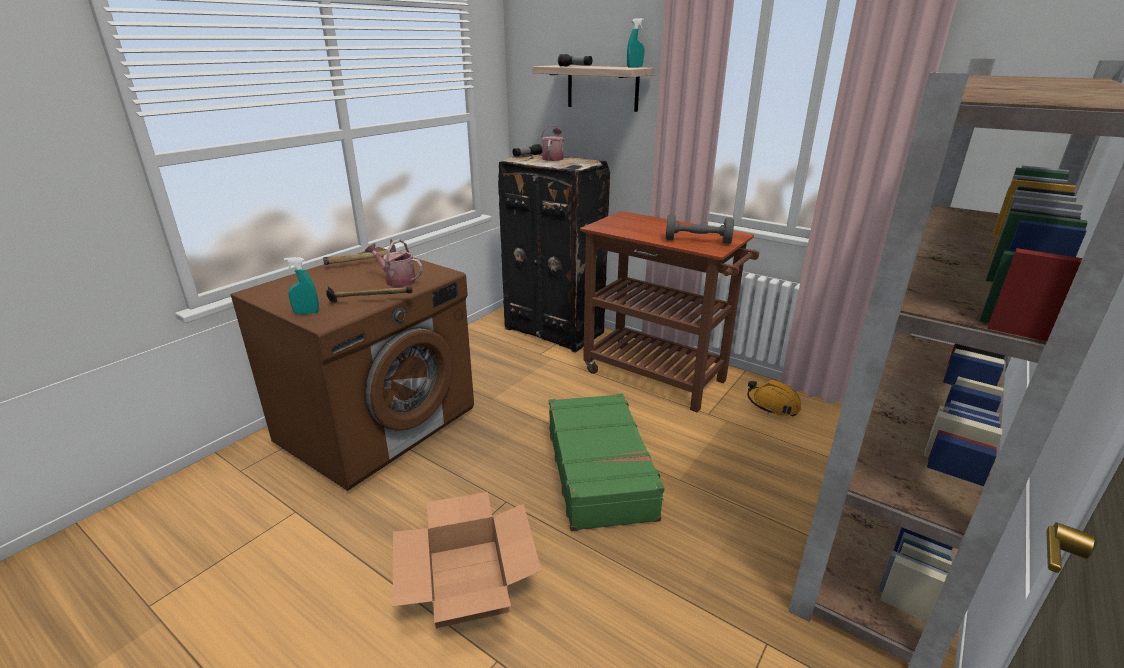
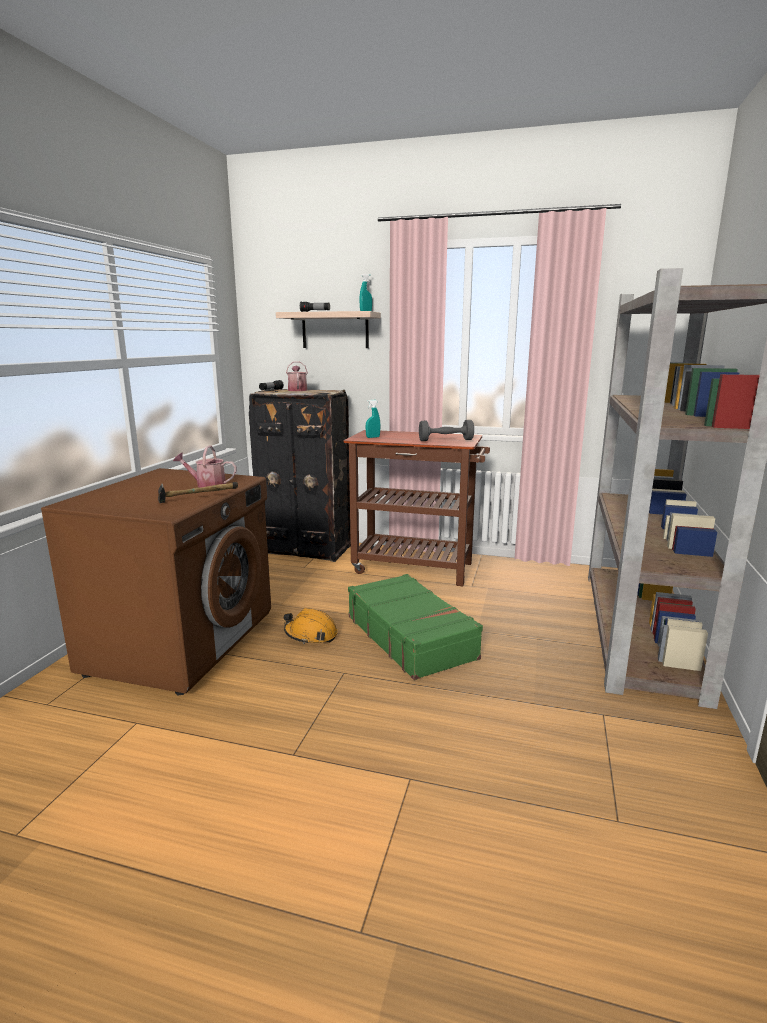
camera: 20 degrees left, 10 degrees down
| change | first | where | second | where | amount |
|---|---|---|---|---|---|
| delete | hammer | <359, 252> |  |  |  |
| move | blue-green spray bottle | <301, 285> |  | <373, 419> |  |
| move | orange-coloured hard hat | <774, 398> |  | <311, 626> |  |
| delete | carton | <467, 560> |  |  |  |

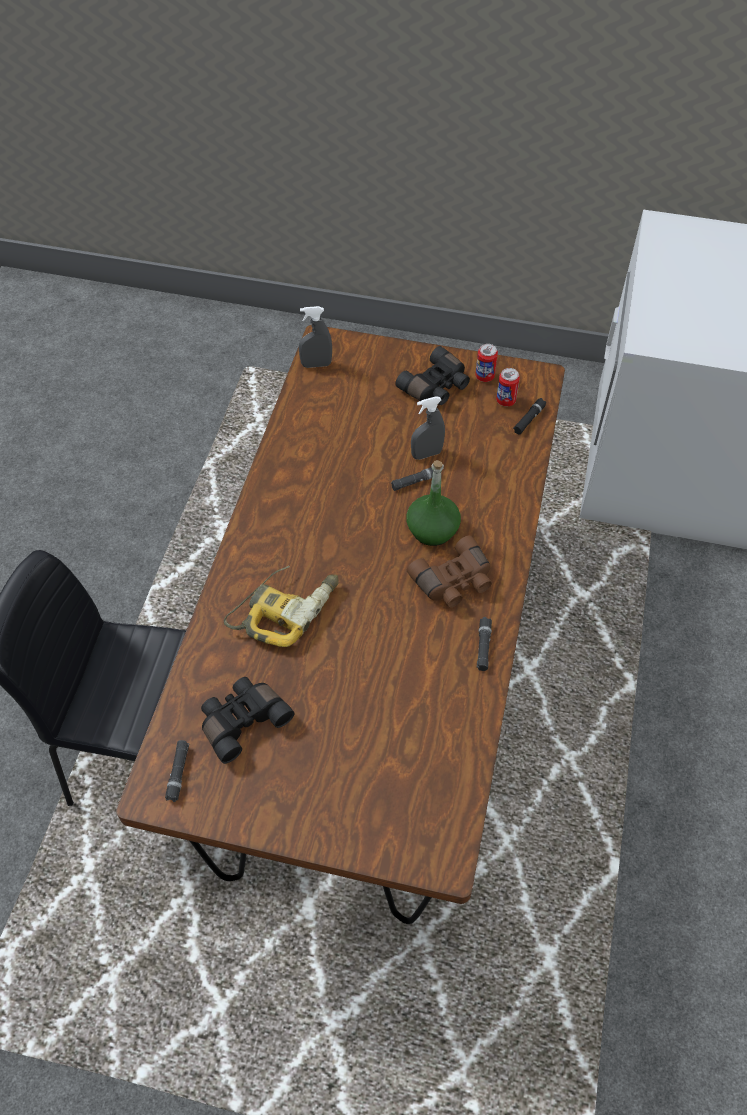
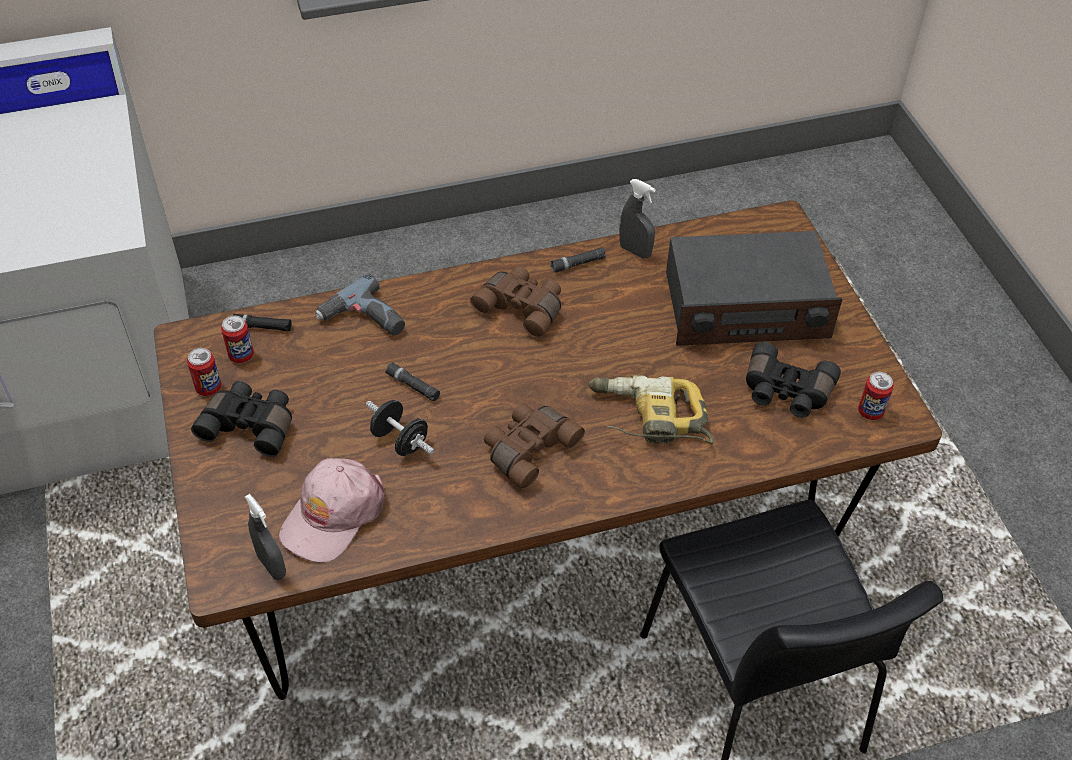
camera: 120 degrees left, 5 degrees down
| change | first | where | second | where | amount |
|---|---|---|---|---|---|
| move | gray spray bottle | <428, 428> |  | <637, 219> |  |
| delete | greenish beverage bottle | <433, 503> |  |  |  |
| replace | black-coloured torch | <177, 771> | metal can | <876, 396> |  |
| insert |  |  | radio set | <754, 288> |  |
| insert |  |  | power drill | <360, 304> |  |
| insert |  |  | black-coloured free weight | <400, 428> |  |
| insert |  |  | brownish pair of binoculars | <534, 446> |  |
| insert |  |  | pink baseball cap | <332, 510> |  |

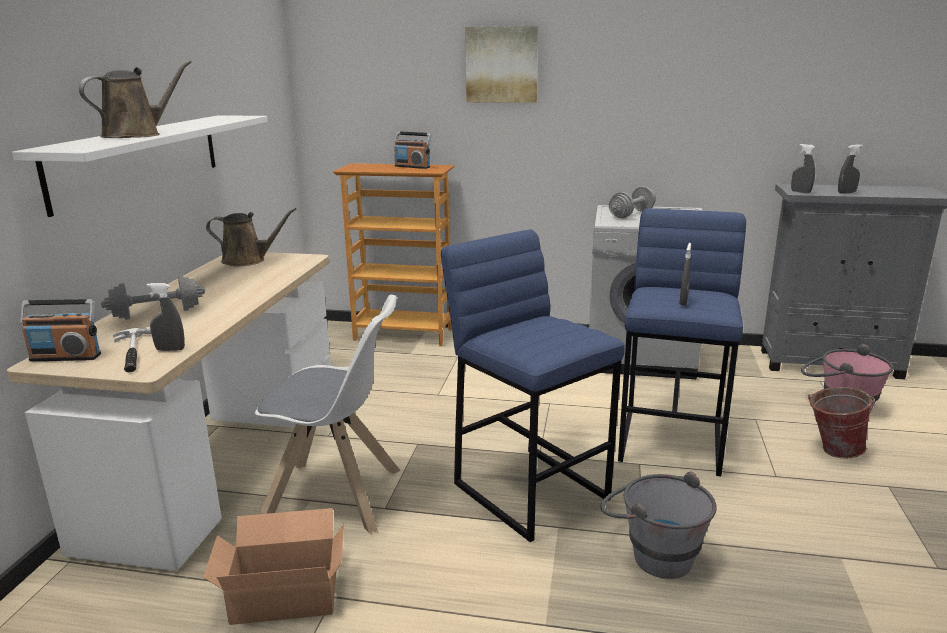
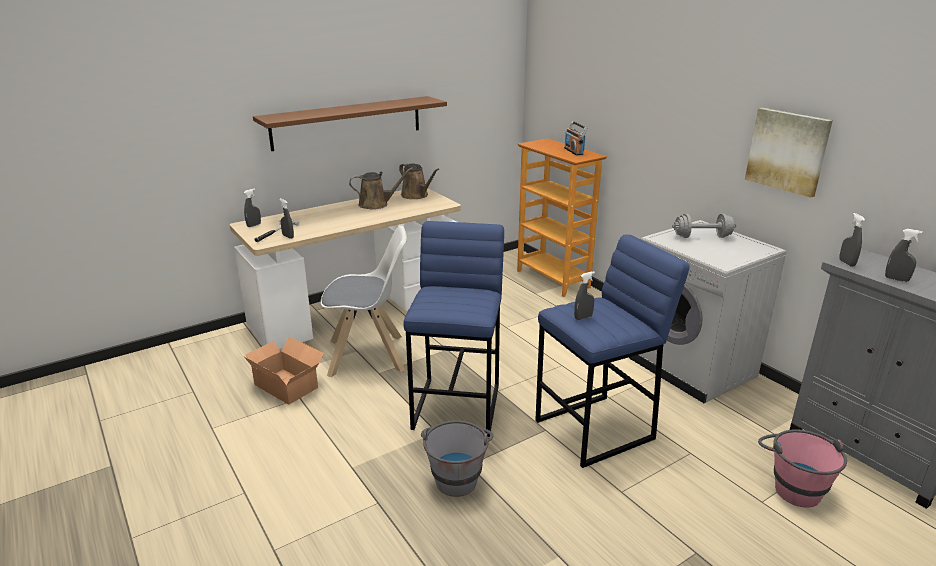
camera: 45 degrees right, 5 degrees up
| change | first | where | second | where | amount |
|---|---|---|---|---|---|
| move | picture | <501, 64> |  | <789, 153> |  |
| move | brownish watering can | <135, 99> |  | <381, 188> |  |
| recolor | white-coloured shelf | <140, 166> | brownish shelf | <350, 123> |  |
| delete | gray free weight | <153, 298> |  |  |  |
| rotate | chair | <328, 414> |  | <364, 301> | 60 degrees counterclockwise |
| replace | radio set | <60, 330> | gray spray bottle | <252, 208> |  |
| delete | water bucket | <841, 423> |  |  |  |

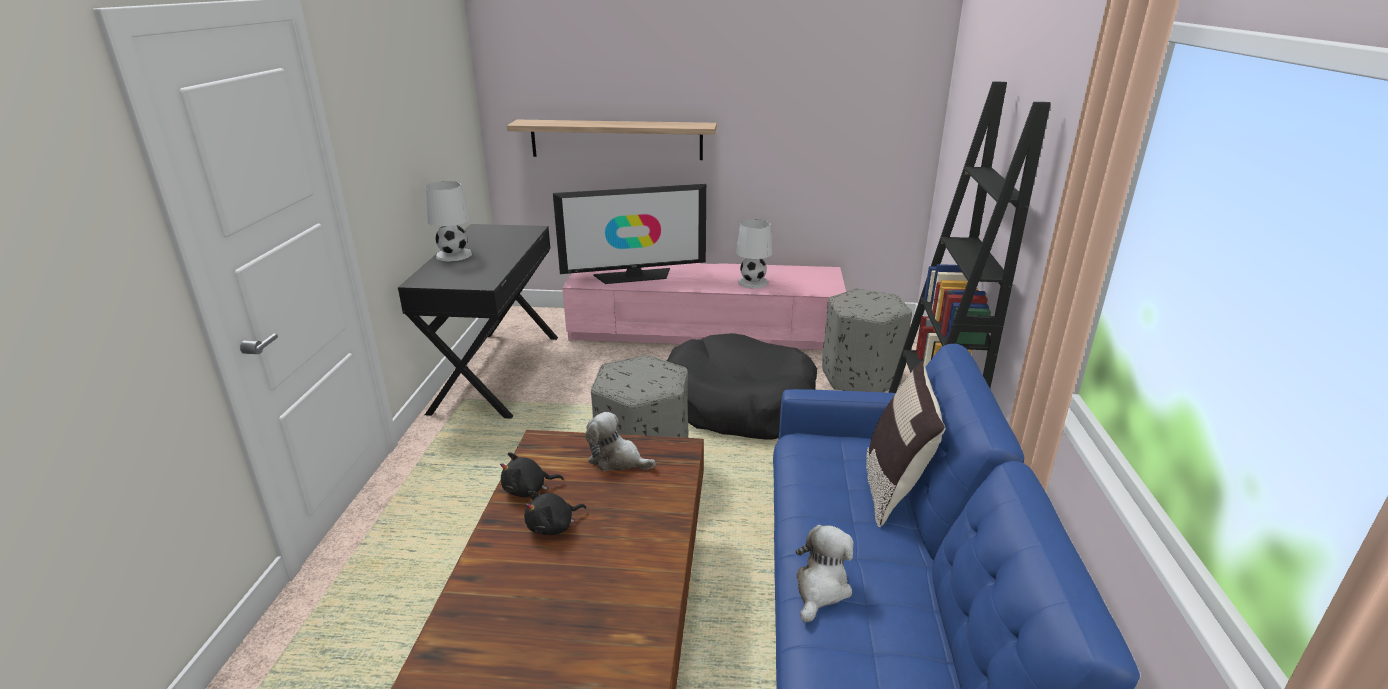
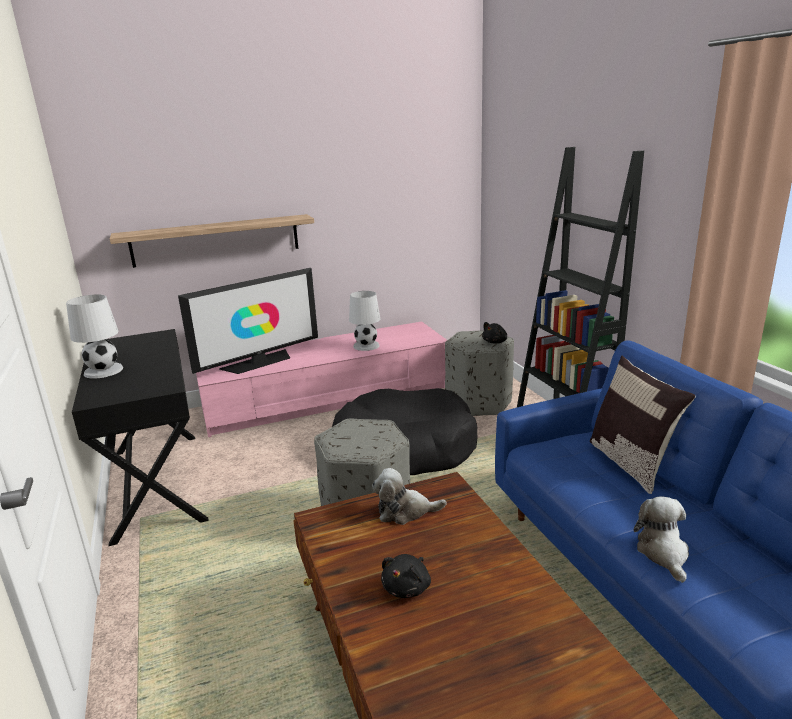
camera: 25 degrees left, 5 degrees down
| change | first | where | second | where | amount |
|---|---|---|---|---|---|
| move | black-coloured soft toy | <532, 474> |  | <494, 333> |  |

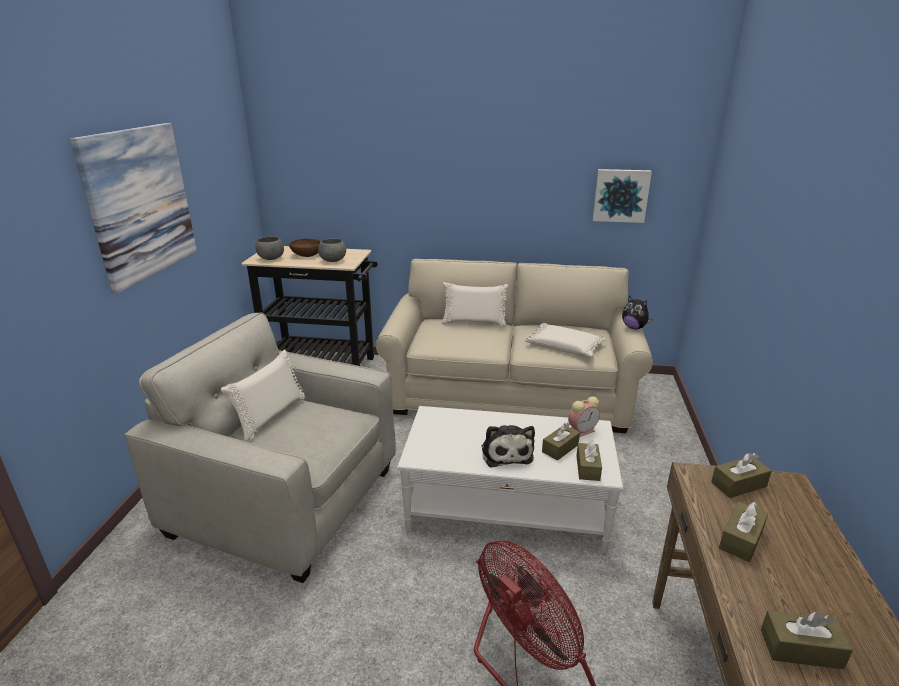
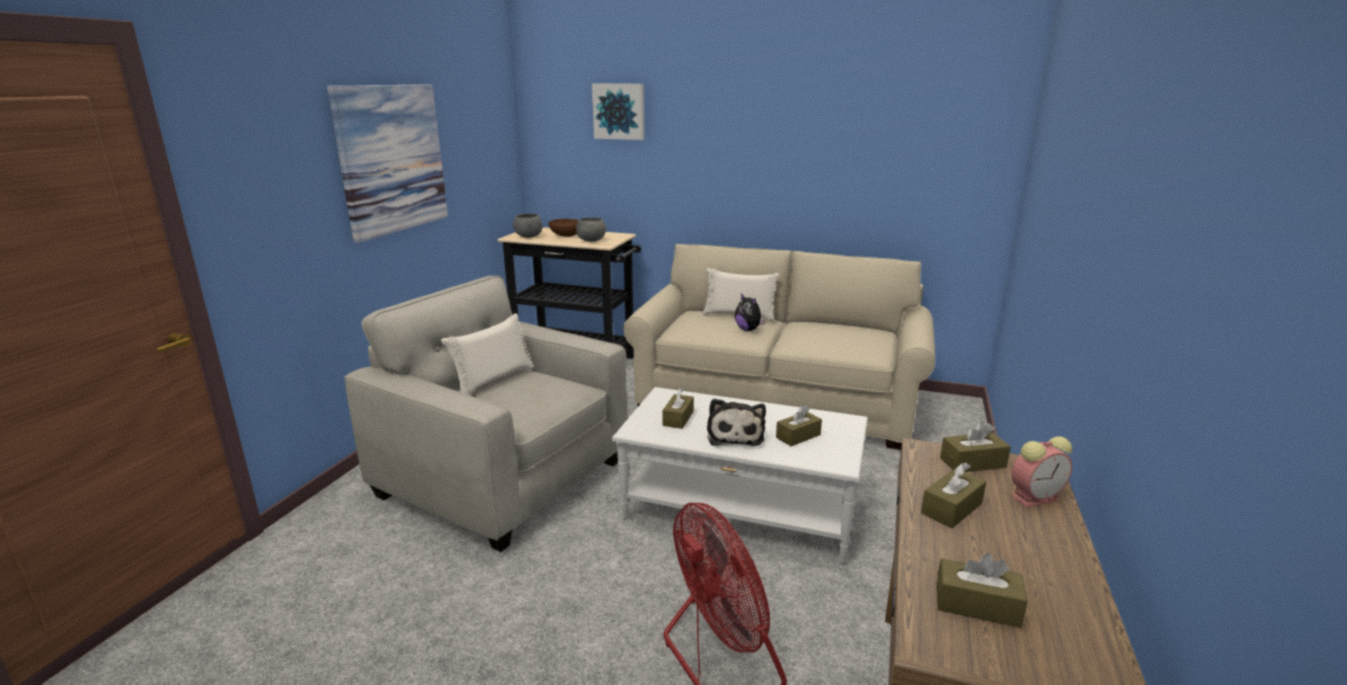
camera: 10 degrees right, 5 degrees down
| change | first | where | second | where | amount |
|---|---|---|---|---|---|
| move | picture | <622, 196> |  | <618, 112> |  |
| move | soft toy | <637, 313> |  | <750, 312> |  |
| delete | white-coloured cushion | <565, 340> |  |  |  |
| move | alarm clock | <584, 416> |  | <1041, 472> |  |
| move | brownish box of tissues | <589, 460> |  | <678, 408> |  |

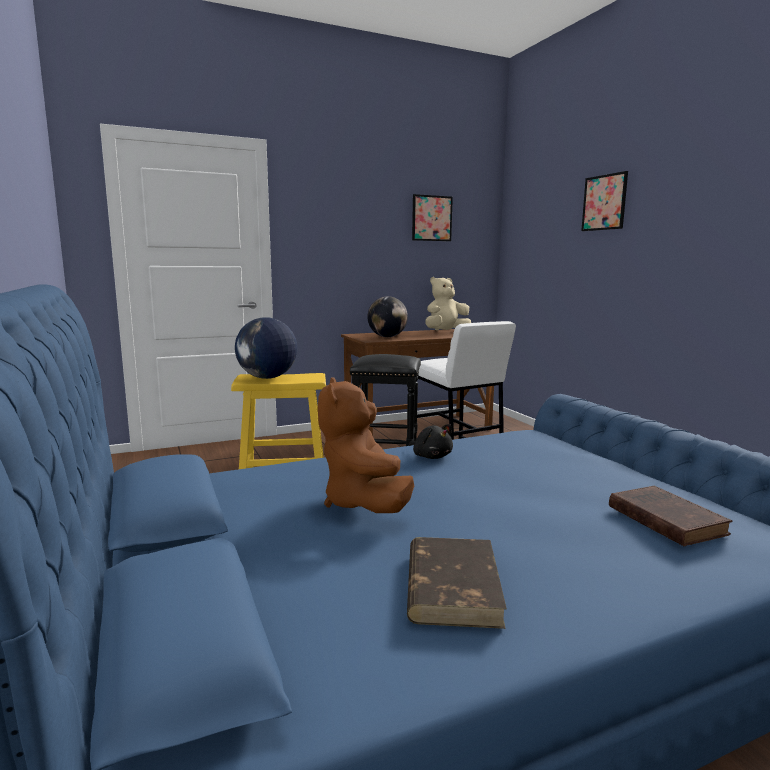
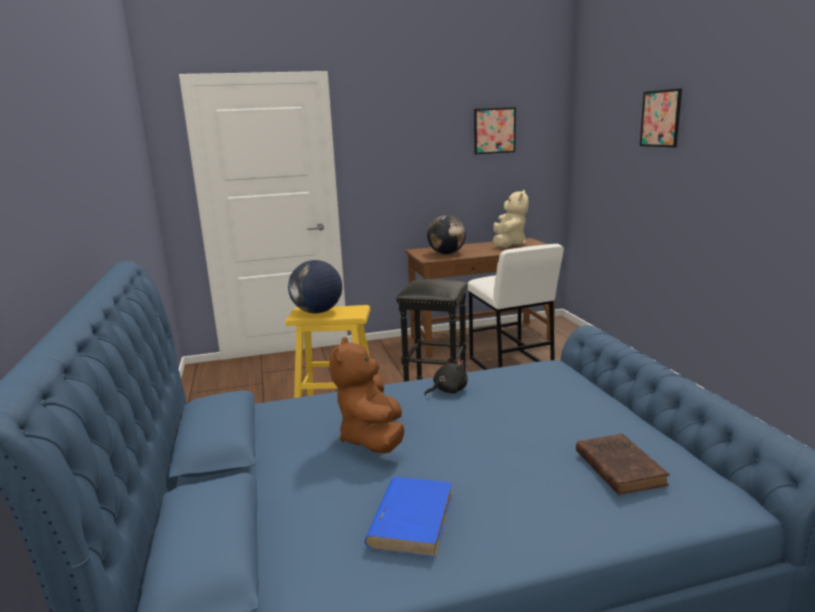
camera: 10 degrees right, 5 degrees up
| change | first | where | second | where | amount |
|---|---|---|---|---|---|
| rotate | sand-coloured soft toy | <448, 303> |  | <510, 219> | 120 degrees clockwise |
| rotate | black-coloured soft toy | <431, 441> |  | <446, 376> | 90 degrees counterclockwise |
| recolor | brownish book | <457, 583> | blue-coloured book | <408, 517> |  |

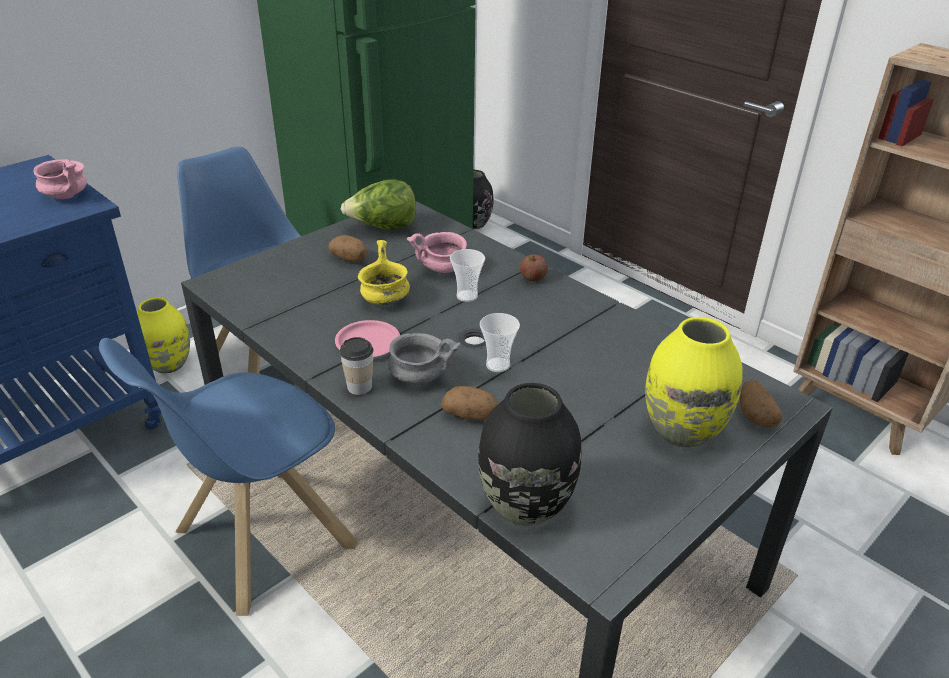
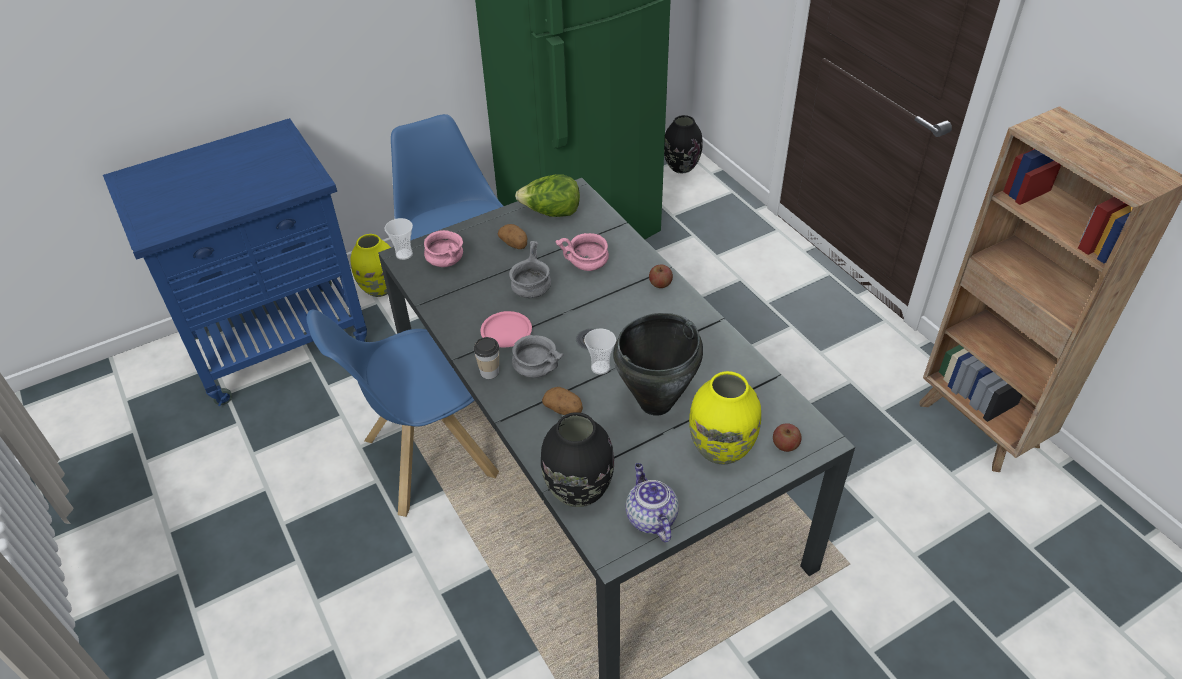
camera: 15 degrees right, 10 degrees up
| change | first | where | second | where | amount |
|---|---|---|---|---|---|
| move | pink bowl | <60, 179> |  | <443, 248> |  |
| recolor | yellow-coloured bowl | <384, 272> | gray bowl | <530, 269> |  |
| move | drinking cup | <467, 275> |  | <398, 239> |  |
| replace | potato | <761, 404> | apple | <787, 437> |  |
| insert |  |  | black-coloured cooking pot | <658, 364> |  |
| insert |  |  | pot for tea | <652, 502> |  |

